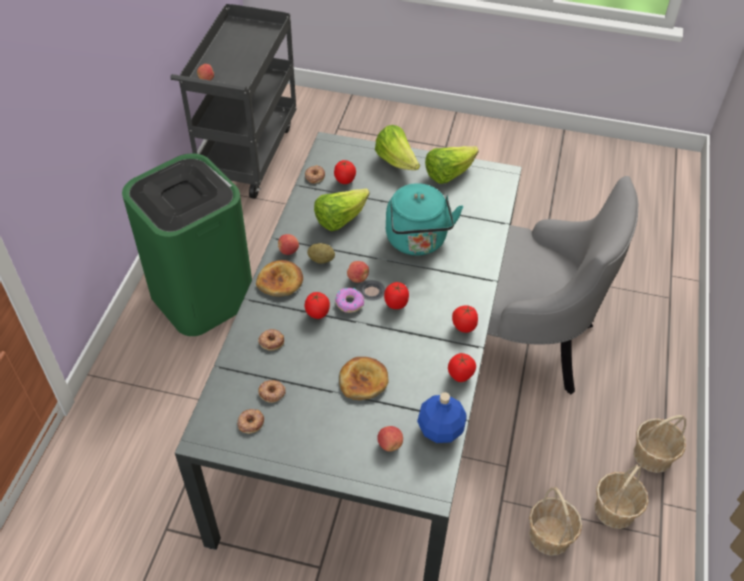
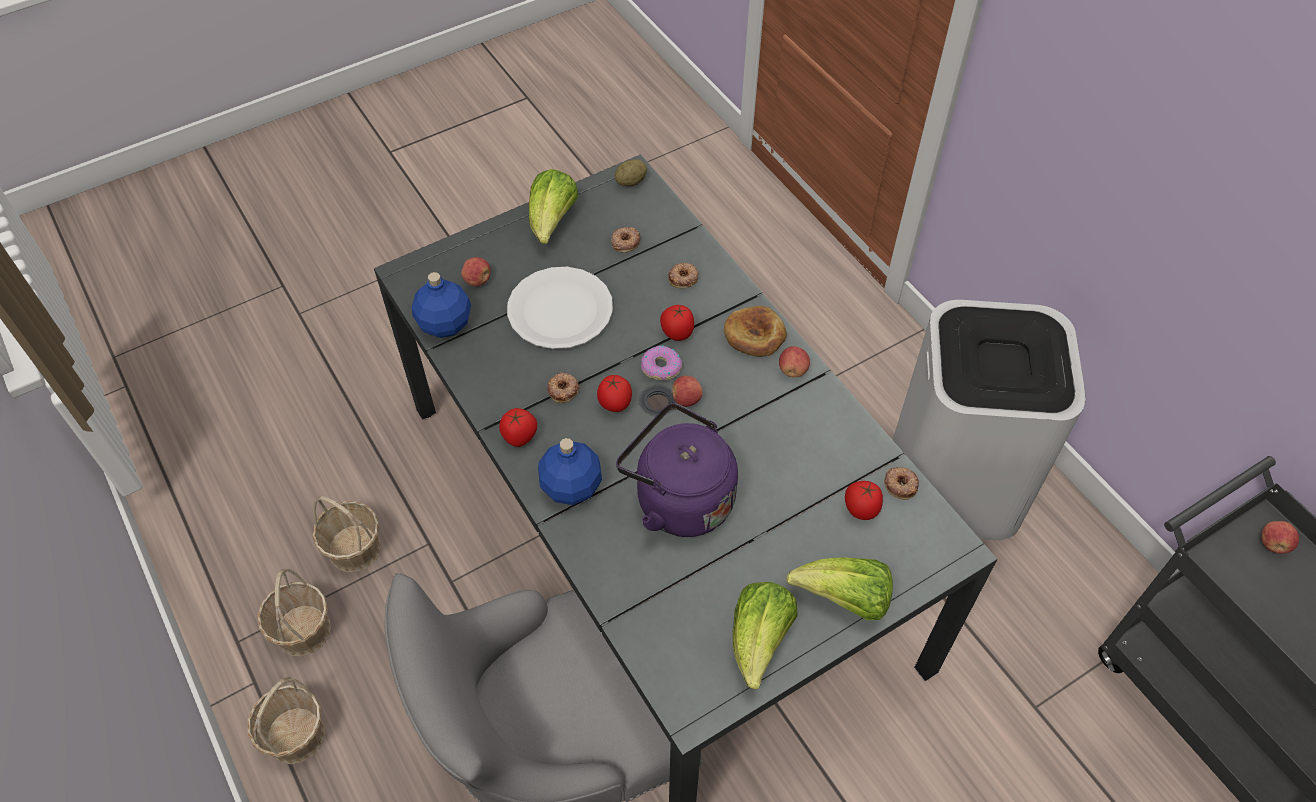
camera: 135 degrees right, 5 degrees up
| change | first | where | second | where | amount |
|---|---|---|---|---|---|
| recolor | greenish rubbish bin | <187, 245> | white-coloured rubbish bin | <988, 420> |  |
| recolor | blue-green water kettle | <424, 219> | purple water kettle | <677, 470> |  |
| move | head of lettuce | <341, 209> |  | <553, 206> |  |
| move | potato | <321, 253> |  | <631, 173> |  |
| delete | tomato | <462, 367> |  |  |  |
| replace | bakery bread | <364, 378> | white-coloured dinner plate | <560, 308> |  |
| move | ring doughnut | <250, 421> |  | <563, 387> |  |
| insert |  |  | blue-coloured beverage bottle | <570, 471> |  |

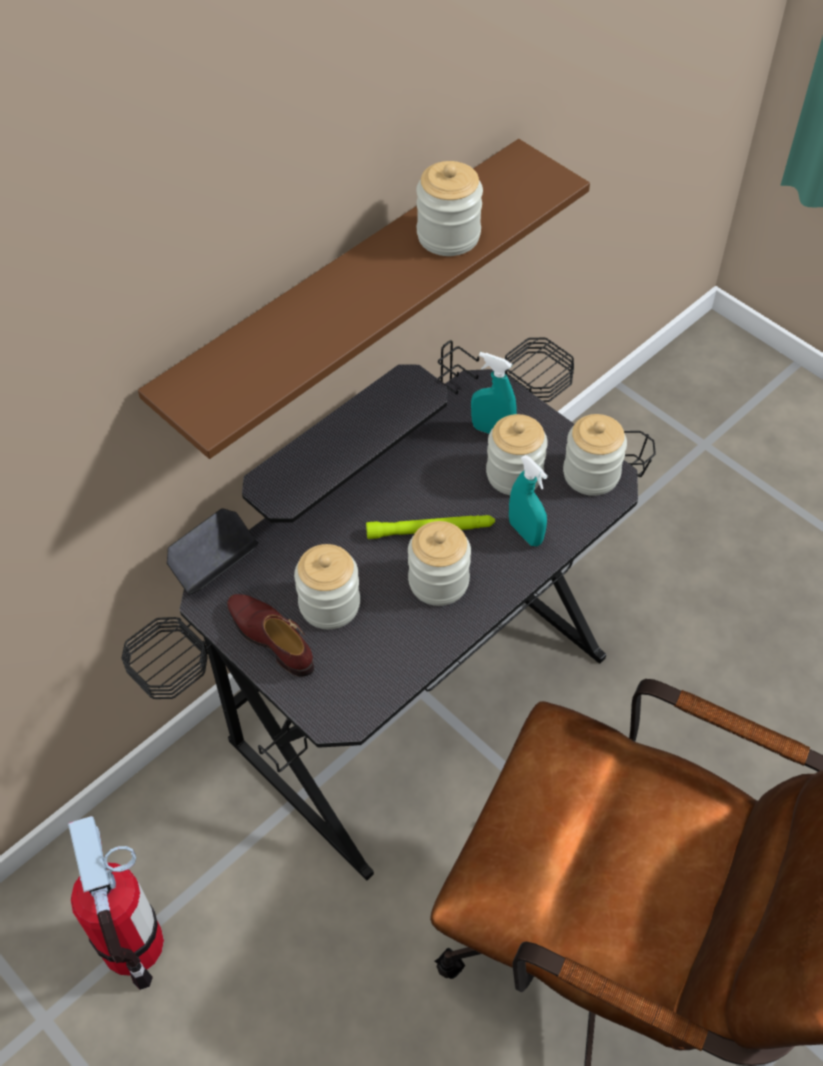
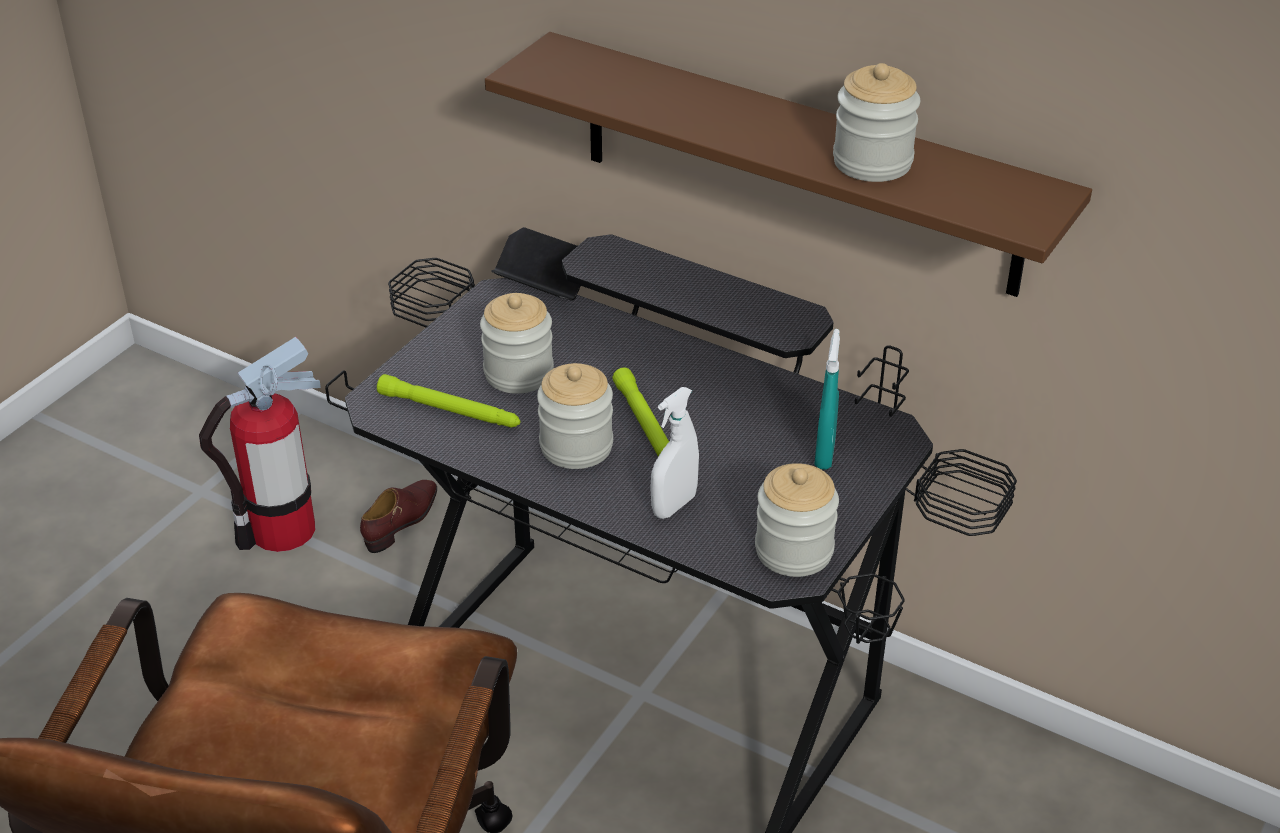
camera: 75 degrees right, 15 degrees down
| change | first | where | second | where | amount |
|---|---|---|---|---|---|
| delete | preserve jar | <517, 454> |  |  |  |
| recolor | blue-green spray bottle | <528, 500> | white-coloured spray bottle | <674, 453> |  |
| move | brownish shoe | <270, 635> |  | <398, 516> |  |
| insert |  |  | greenish torch | <449, 401> |  |

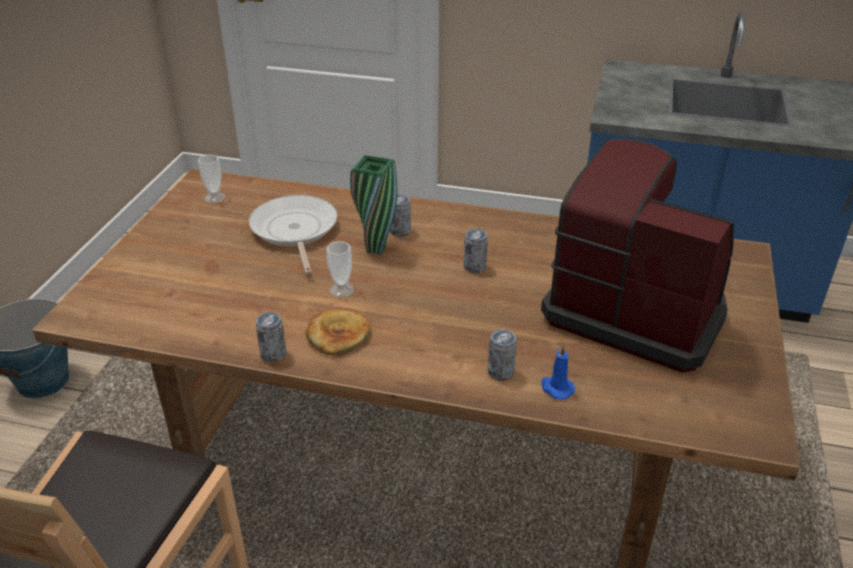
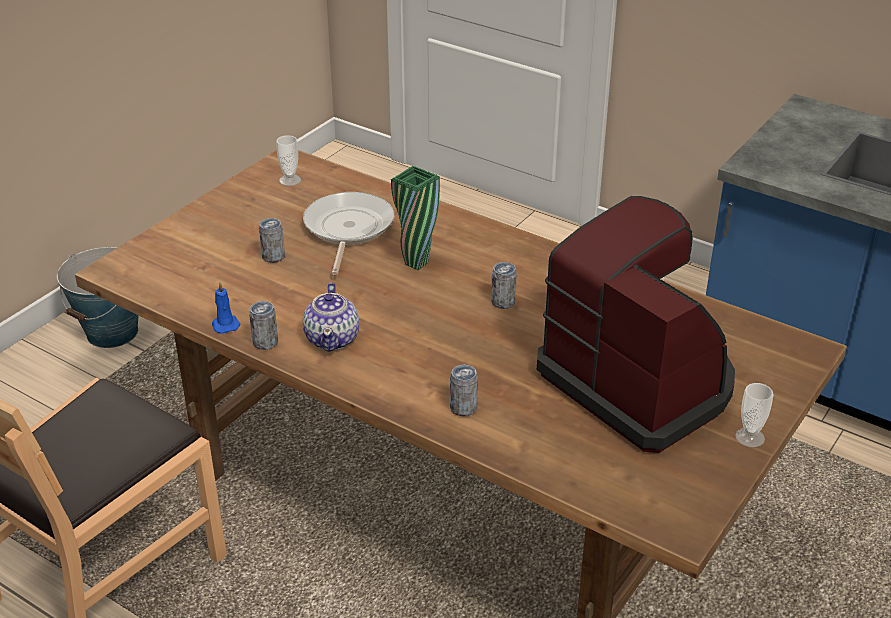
camera: 20 degrees right, 0 degrees up
| change | first | where | second | where | amount |
|---|---|---|---|---|---|
| move | metal can | <400, 216> |  | <272, 240> |  |
| move | drinking cup | <340, 269> |  | <754, 415> |  |
| replace | bakery bread | <338, 332> | pot for tea | <331, 317> |  |
| move | blue-coloured wax light | <558, 372> |  | <226, 308> |  |

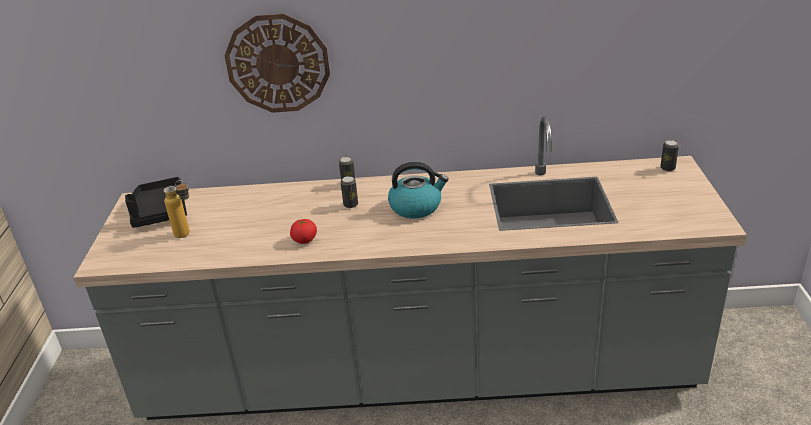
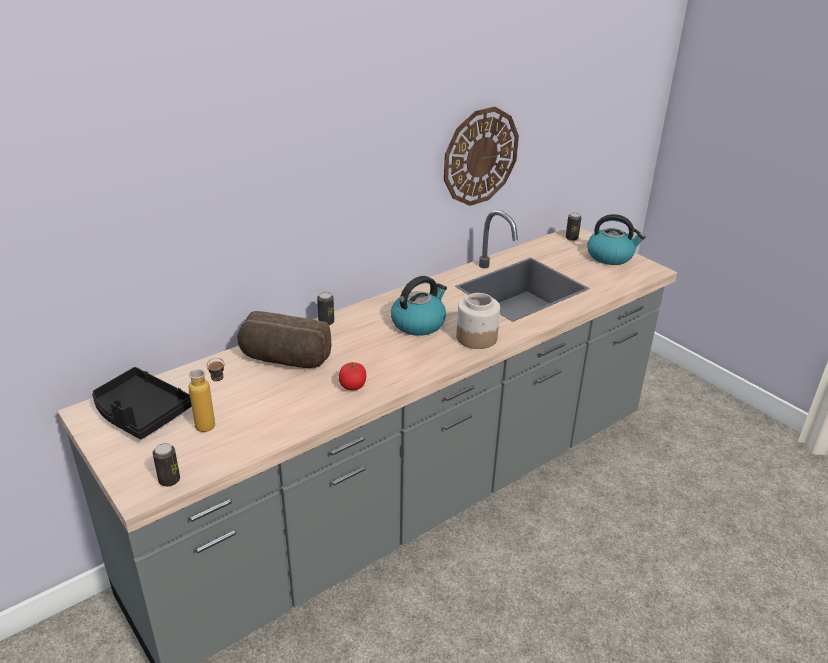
camera: 40 degrees left, 0 degrees up
| change | first | where | second | where | amount |
|---|---|---|---|---|---|
| move | clock on the wall | <277, 63> |  | <481, 156> |  |
| move | metal can | <349, 192> |  | <166, 465> |  |
| insert |  |  | water kettle | <616, 239> |  |
| insert |  |  | preserve jar | <478, 321> |  |
| insert |  |  | bakery bread | <284, 339> |  |

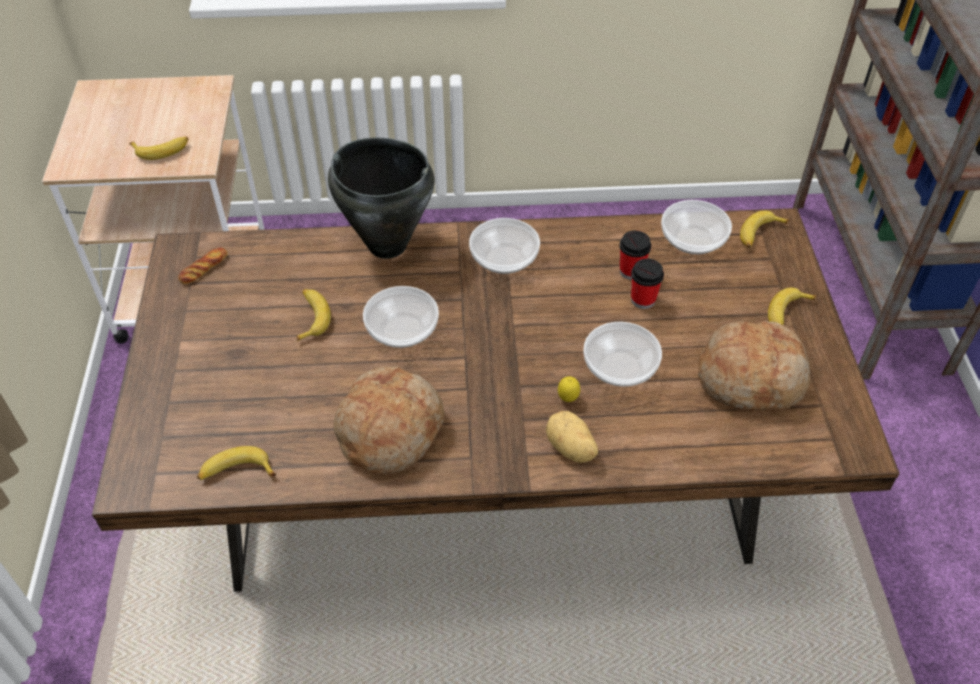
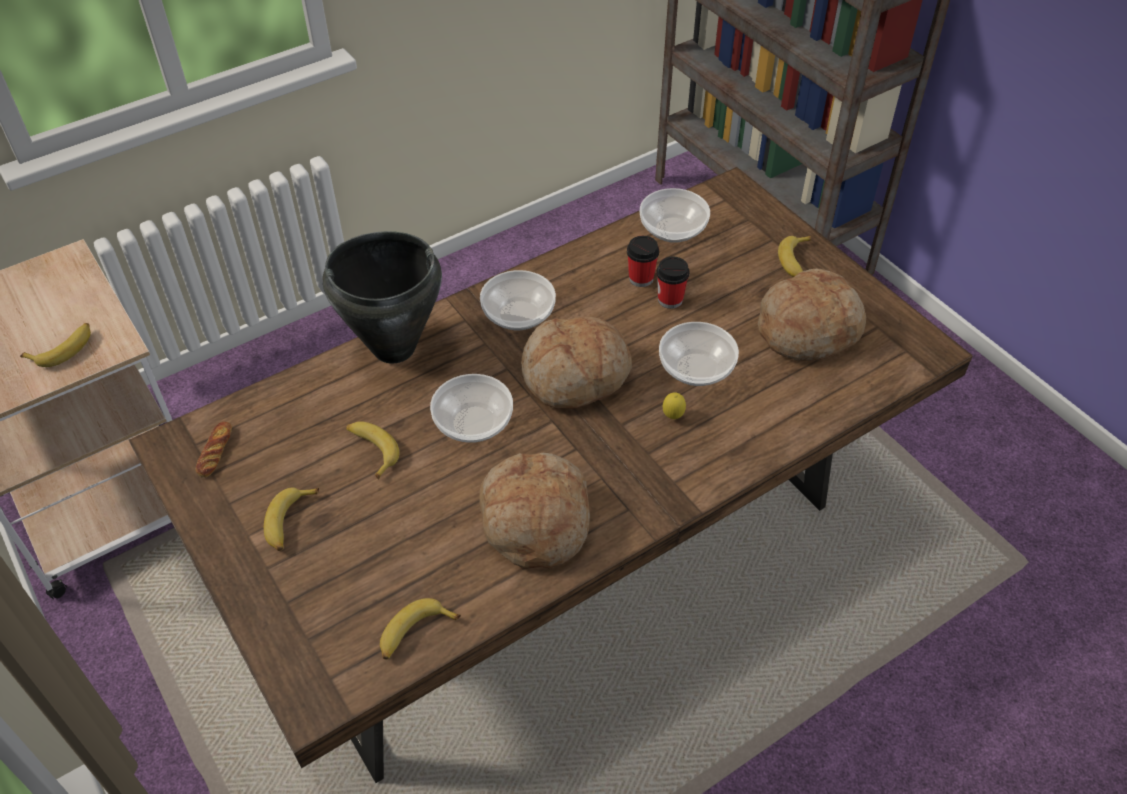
camera: 30 degrees left, 0 degrees up
| change | first | where | second | where | amount |
|---|---|---|---|---|---|
| move | banana | <764, 229> |  | <291, 519> |  |
| delete | potato | <572, 437> |  |  |  |
| insert |  |  | bakery bread | <576, 363> |  |

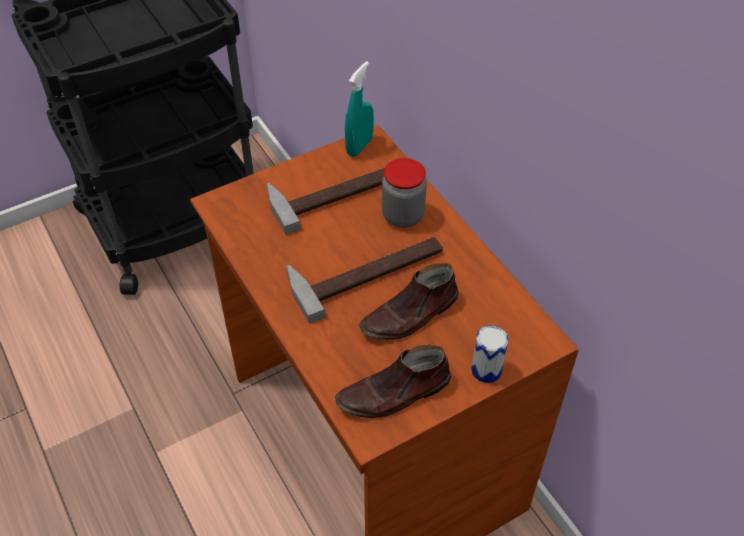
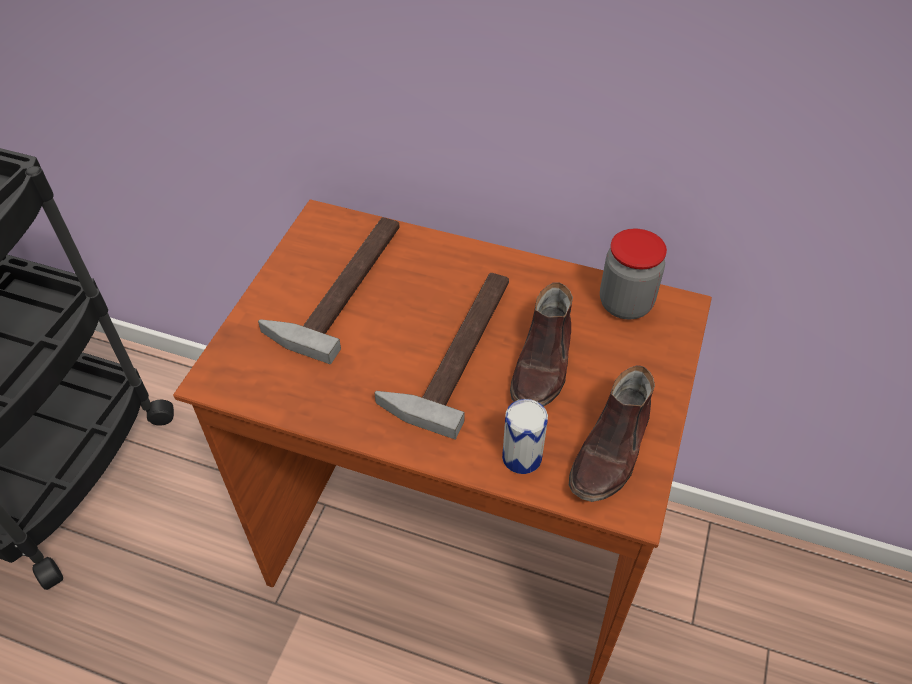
camera: 40 degrees left, 0 degrees up
| change | first | where | second | where | amount |
|---|---|---|---|---|---|
| delete | blue-green spray bottle | <359, 109> |  |  |  |
| move | preserve jar | <404, 193> |  | <633, 274> |  |
| move | metal can | <489, 354> |  | <525, 436> |  |

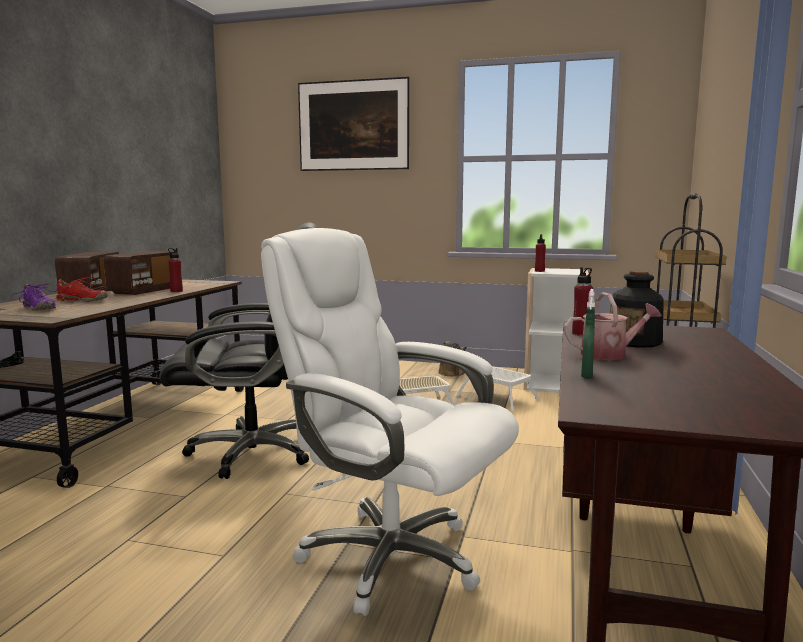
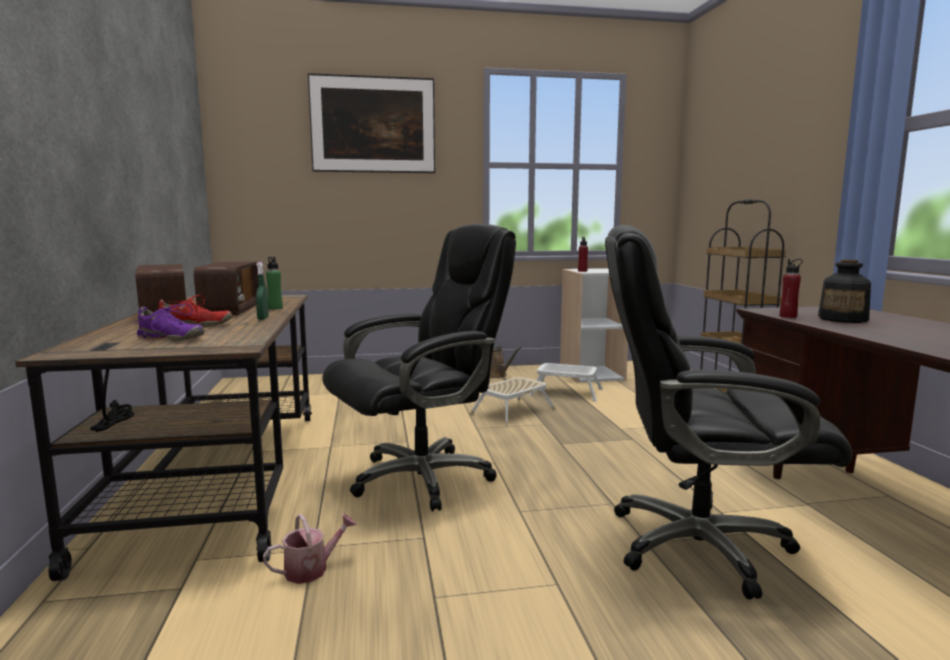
camera: 25 degrees left, 0 degrees up
| change | first | where | second | where | amount |
|---|---|---|---|---|---|
| recolor | white-coloured desk chair | <390, 422> | black-coloured desk chair | <728, 412> |  |
| recolor | reddish beverage bottle | <175, 270> | greenish beverage bottle | <274, 283> |  |
| move | greenish spray bottle | <588, 334> |  | <262, 291> |  |
| move | watering can | <613, 326> |  | <310, 549> |  |

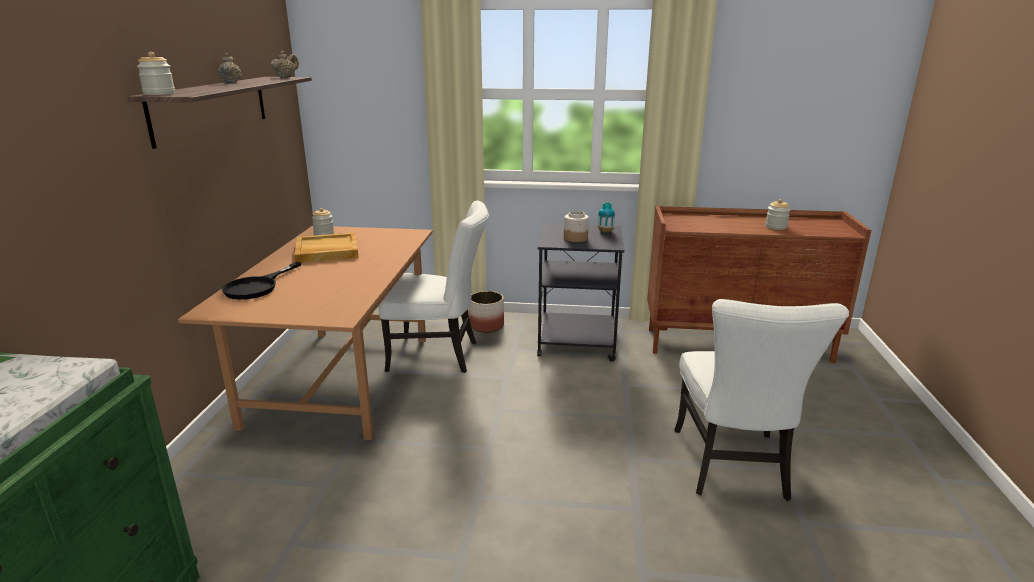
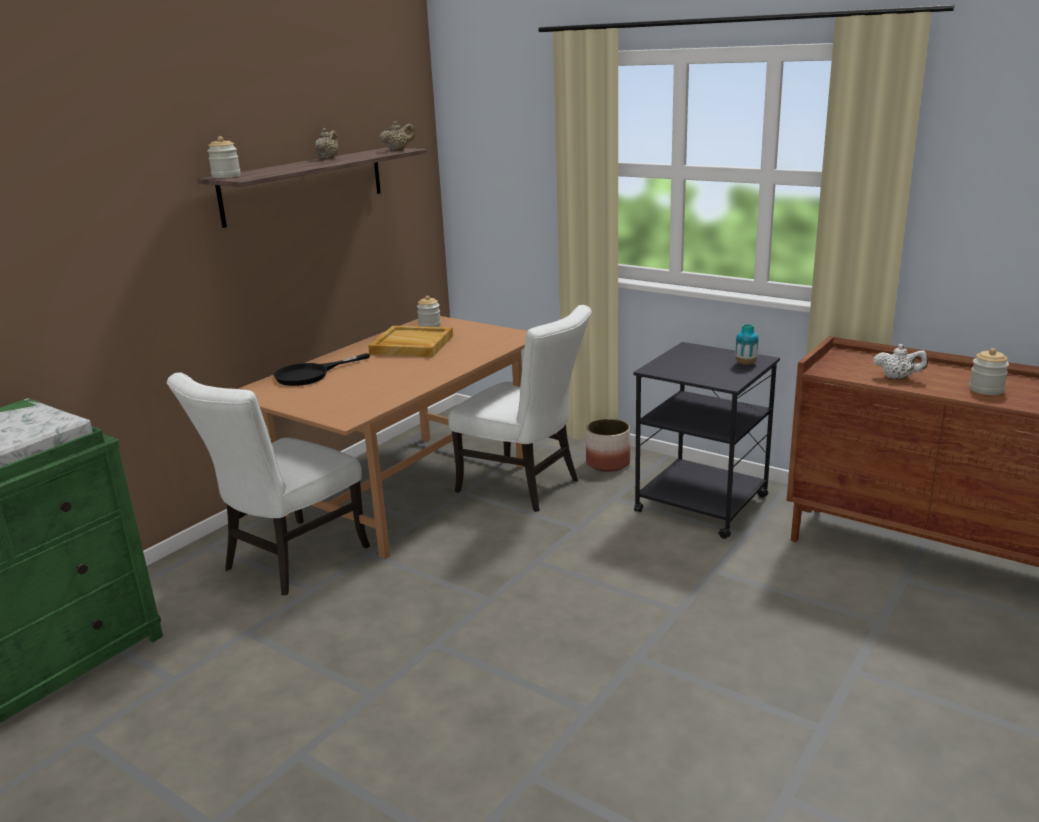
camera: 30 degrees right, 0 degrees up
| change | first | where | second | where | amount |
|---|---|---|---|---|---|
| delete | preserve jar | <576, 226> |  |  |  |
| move | white-coloured chair | <761, 400> |  | <268, 483> |  |
| insert |  |  | white-coloured pot for tea | <900, 361> |  |

